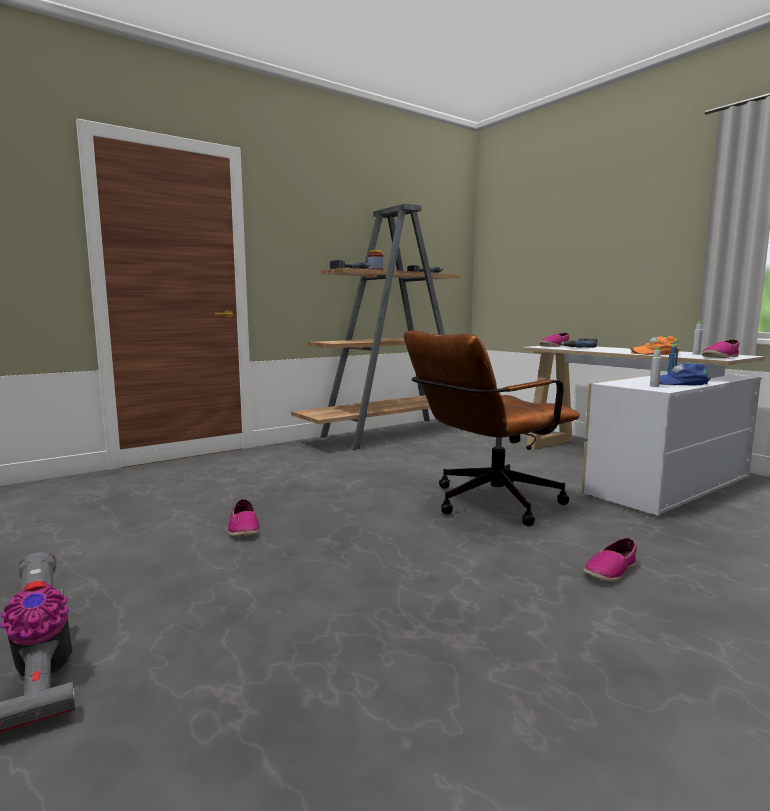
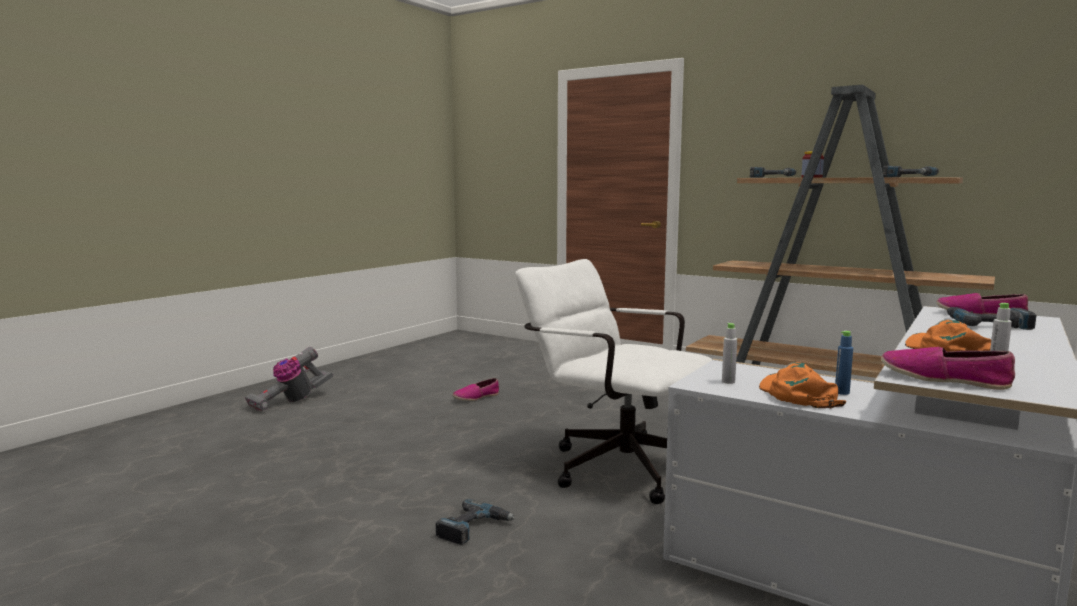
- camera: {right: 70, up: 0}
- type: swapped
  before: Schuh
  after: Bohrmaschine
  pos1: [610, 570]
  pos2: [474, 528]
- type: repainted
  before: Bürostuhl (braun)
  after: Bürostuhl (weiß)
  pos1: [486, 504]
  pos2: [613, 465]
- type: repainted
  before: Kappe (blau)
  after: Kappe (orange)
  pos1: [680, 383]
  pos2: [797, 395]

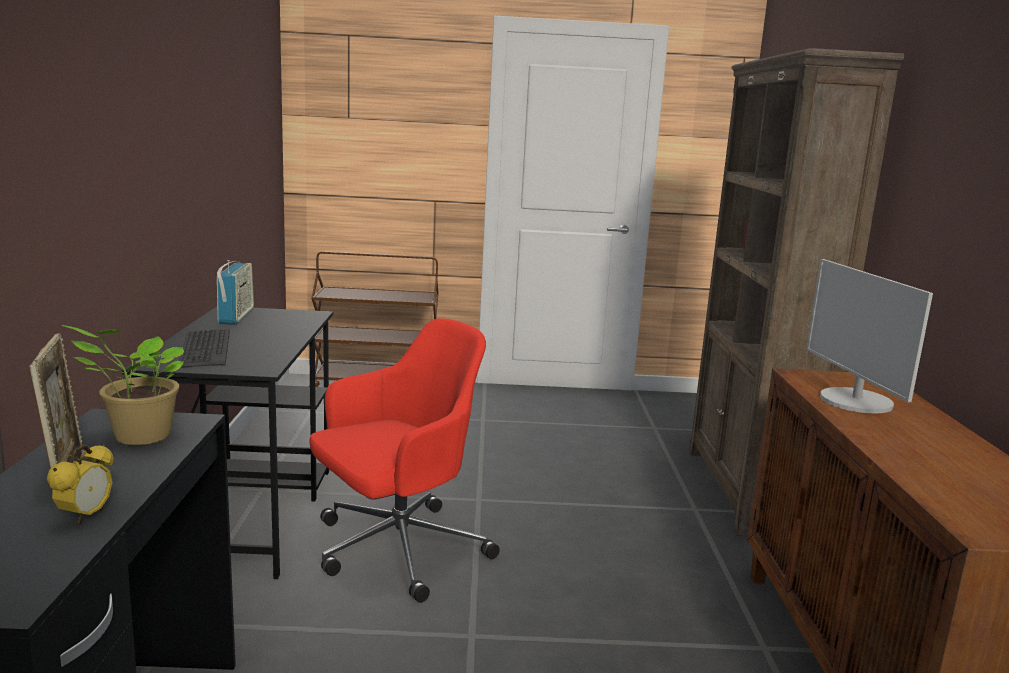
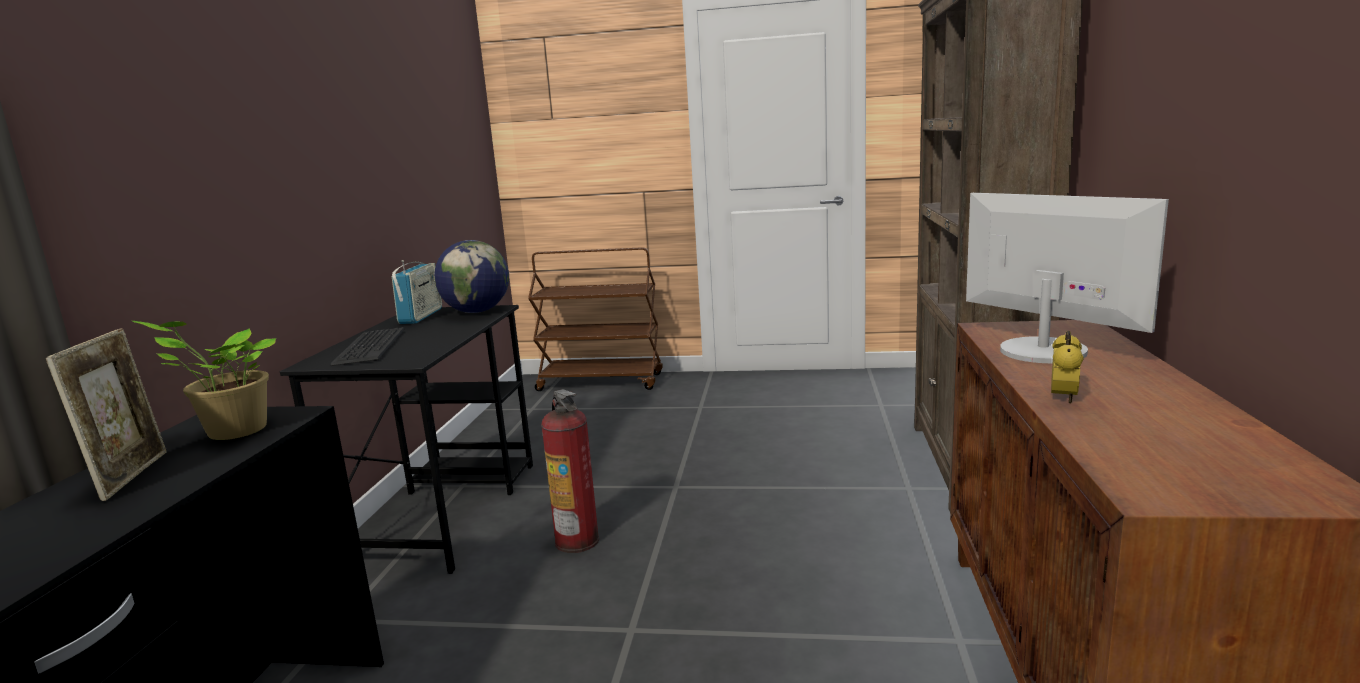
- camera: {right: 10, up: 0}
- type: new
  after: Globus
  pos2: [477, 312]
- type: swapped
  before: Bürostuhl (rot)
  after: Feuerlöscher
  pos1: [396, 550]
  pos2: [578, 541]
- type: rotated
  before: Monitor
  pos1: [855, 401]
  pos2: [1043, 351]
  turn: 150
- type: shifted
  before: Wecker
  pos1: [85, 516]
  pos2: [1063, 398]

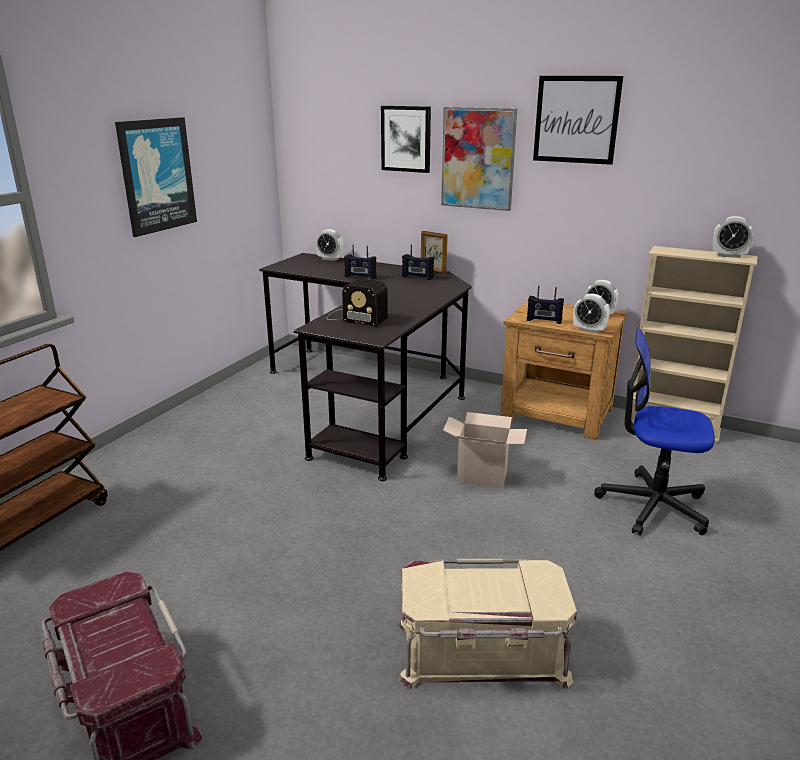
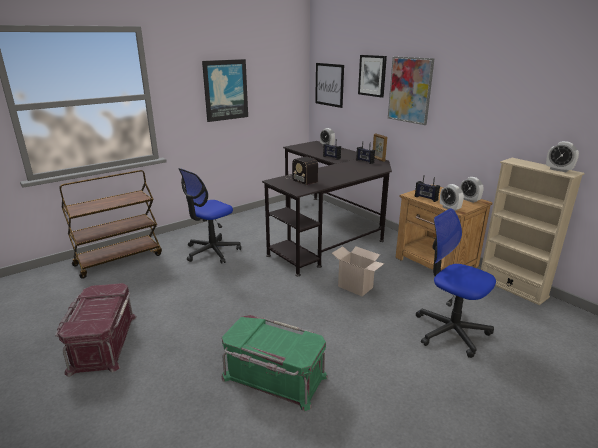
- camera: {right: 25, up: 0}
- type: new
  after: Bürostuhl
  pos2: [212, 251]
- type: repainted
  before: Aufbewahrungsbox (beige)
  after: Aufbewahrungsbox (grün)
  pos1: [481, 653]
  pos2: [273, 377]
- type: shifted
  before: Bild
  pos1: [576, 120]
  pos2: [329, 84]

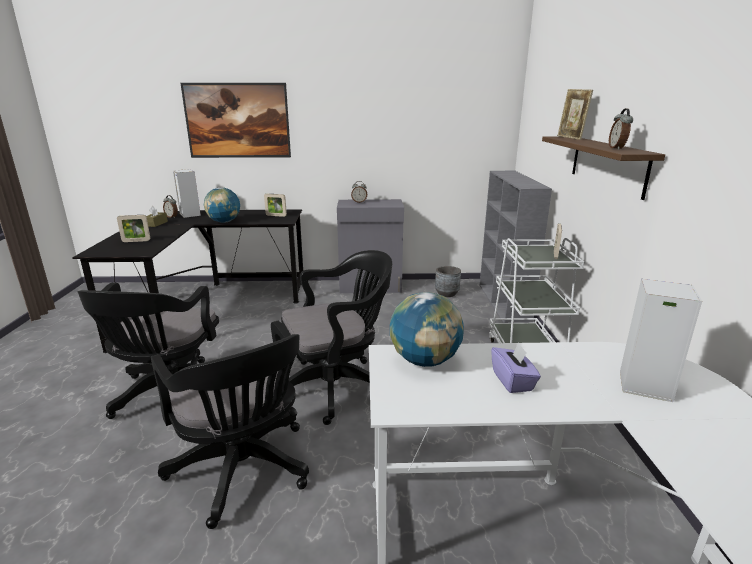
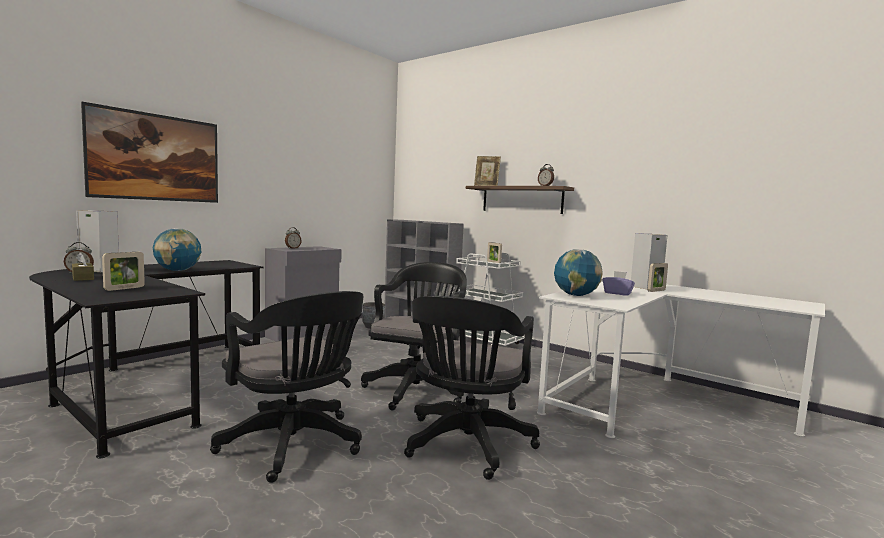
- camera: {right: -50, up: -15}
- type: rotated
  before: Bürostuhl (schwarz)
  pos1: [244, 471]
  pos2: [465, 446]
  turn: 105
- type: shifted
  before: Bilderrahmen
  pos1: [276, 215]
  pos2: [656, 291]

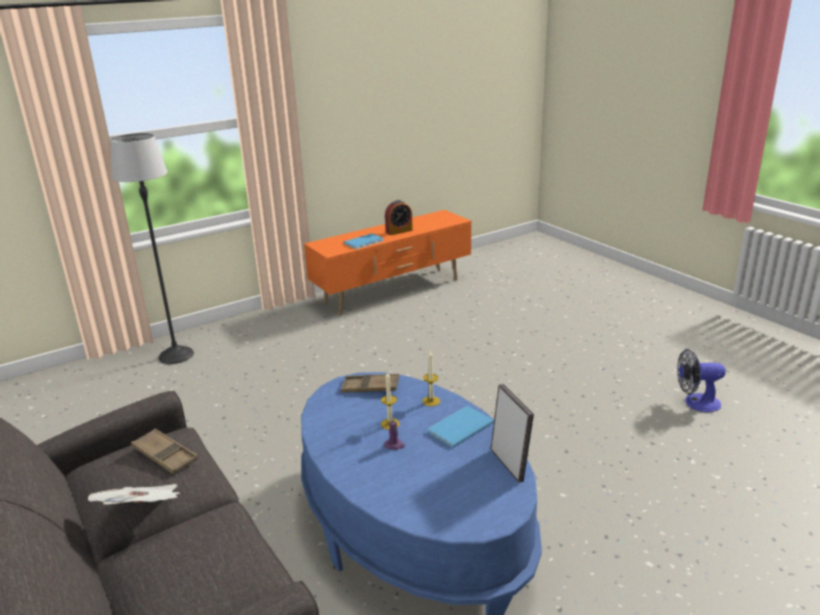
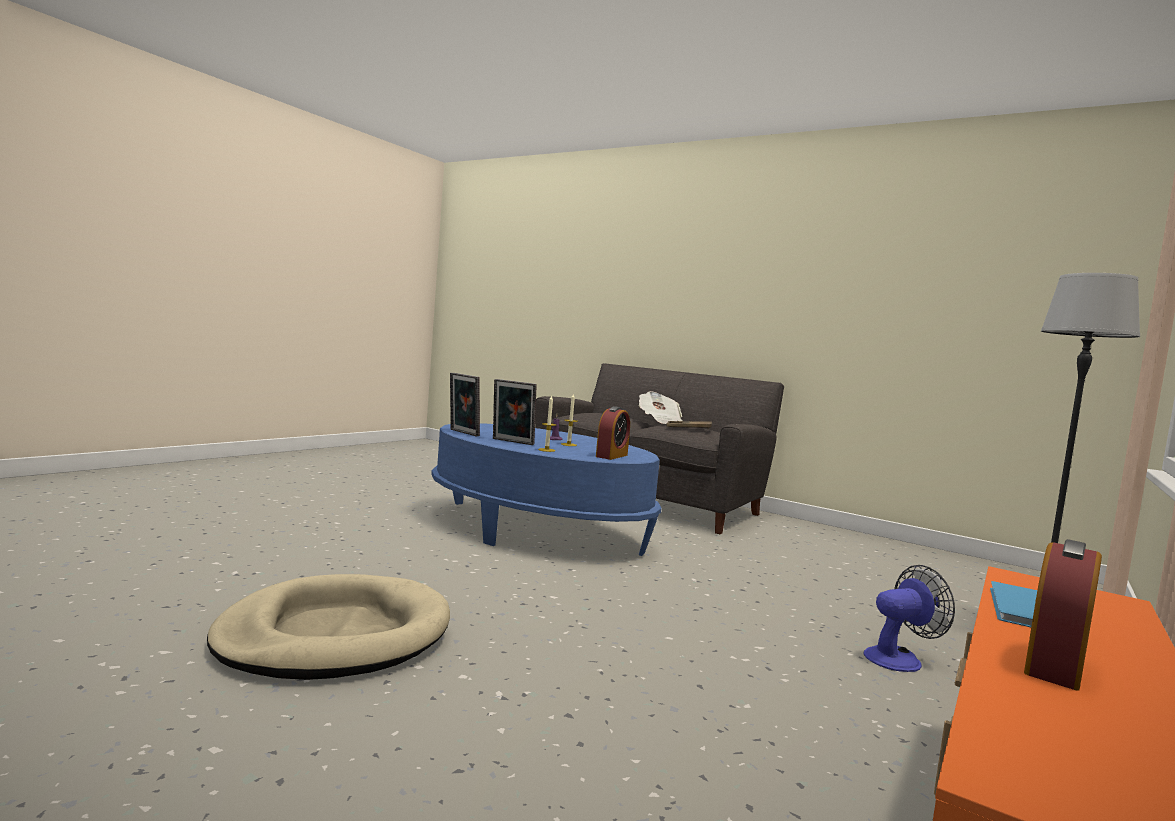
- camera: {right: 155, up: -20}
- type: new
  after: Hundebett (beige)
  pos2: [335, 635]
- type: swapped
  before: Buch (blau)
  after: Bilderrahmen
  pos1: [458, 427]
  pos2: [511, 442]
- type: swapped
  before: Tablett (braun)
  after: Wecker
  pos1: [370, 387]
  pos2: [611, 456]
- type: shifted
  before: Ventilator
  pos1: [696, 403]
  pos2: [900, 658]

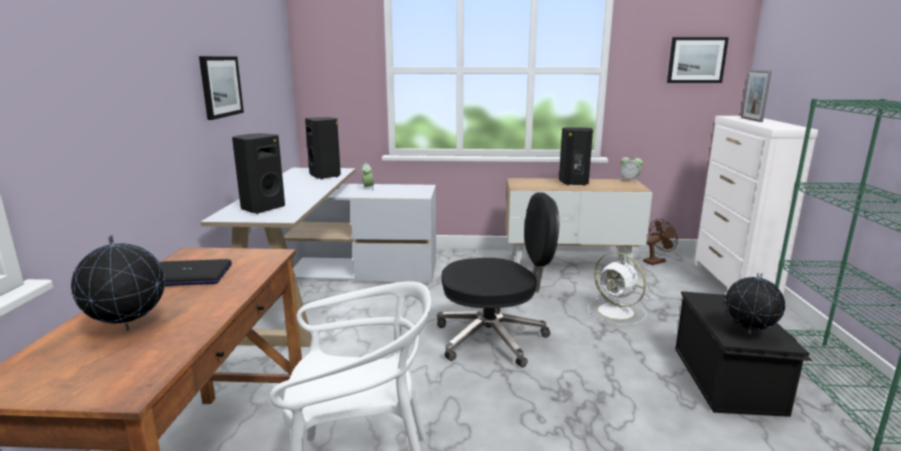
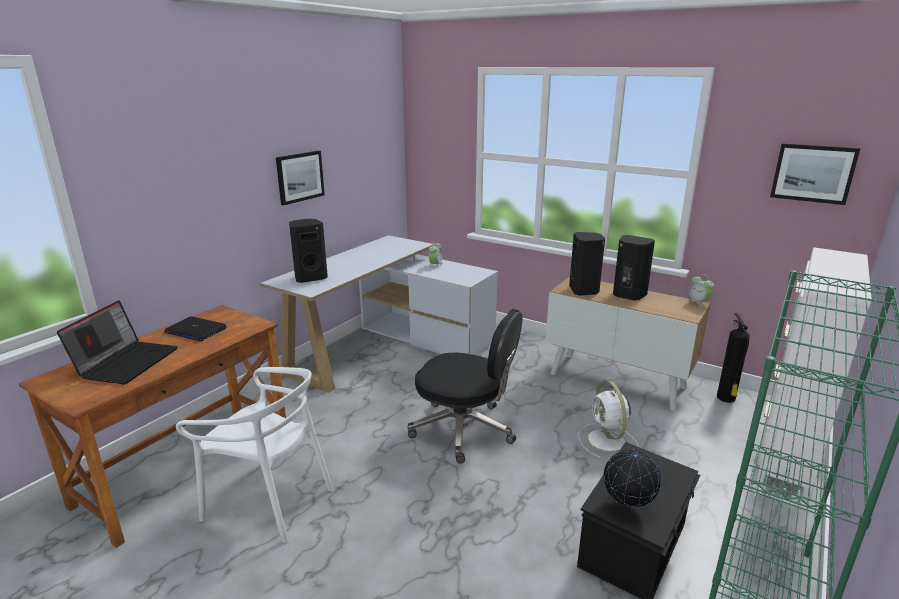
- camera: {right: 30, up: 5}
- type: swapped
  before: Globus
  after: Laptop
  pos1: [129, 329]
  pos2: [127, 362]
- type: shifted
  before: Lautsprecher (schwarz)
  pos1: [326, 176]
  pos2: [584, 291]
- type: swapped
  before: Ventilator (braun)
  after: Feuerlöscher
  pos1: [656, 261]
  pos2: [726, 398]
- type: gone
  before: Bilderrahmen
  pos1: [751, 120]

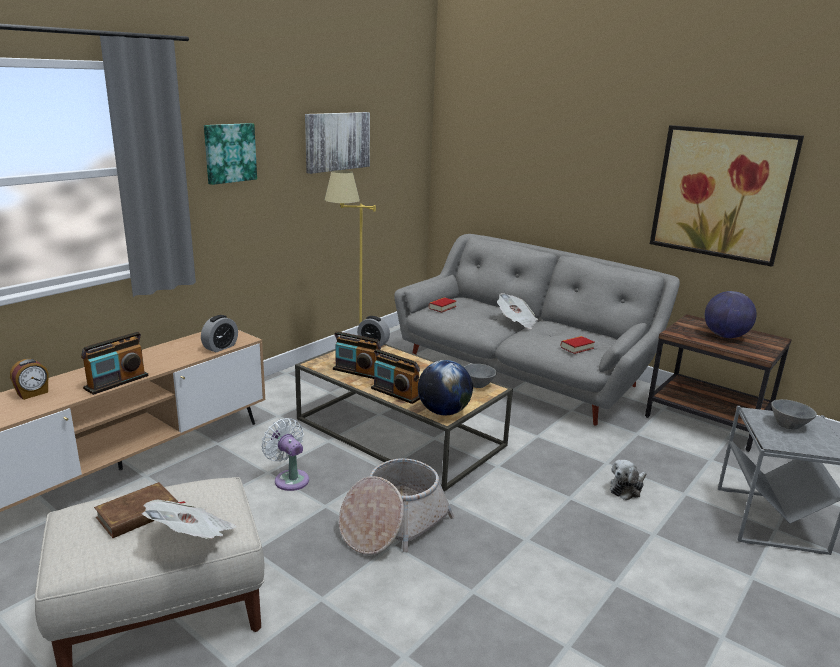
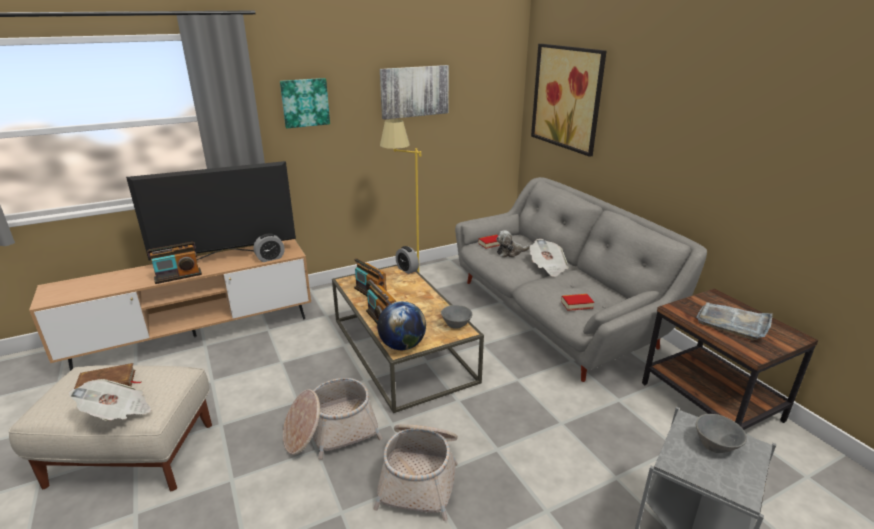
- camera: {right: 25, up: 5}
- type: new
  after: Fernseher
  pos2: [227, 258]
- type: new
  after: Korb
  pos2: [420, 475]
- type: shifted
  before: Plüschtier
  pos1: [627, 488]
  pos2: [510, 252]
- type: shifted
  before: Bild
  pos1: [721, 194]
  pos2: [567, 98]
- type: swapped
  before: Globus
  after: Tablett (grau)
  pos1: [725, 336]
  pos2: [733, 322]
- type: gone
  before: Wecker
  pos1: [33, 393]
- type: gone
  before: Ventilator (weiß)
  pos1: [290, 478]

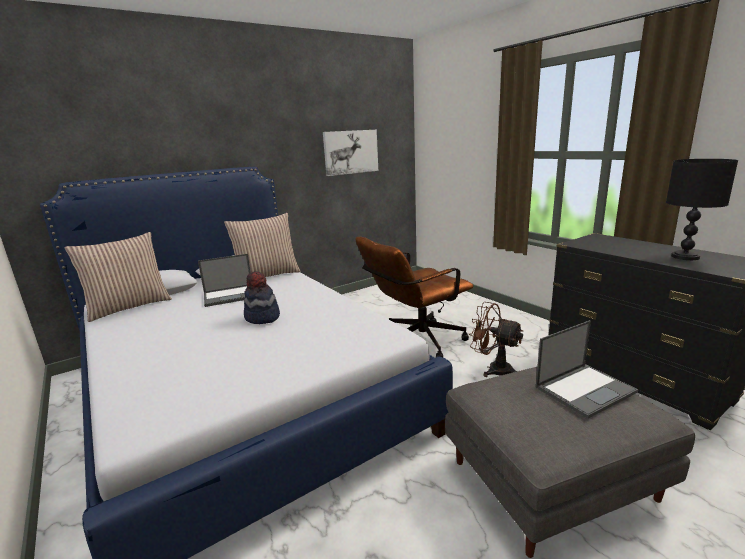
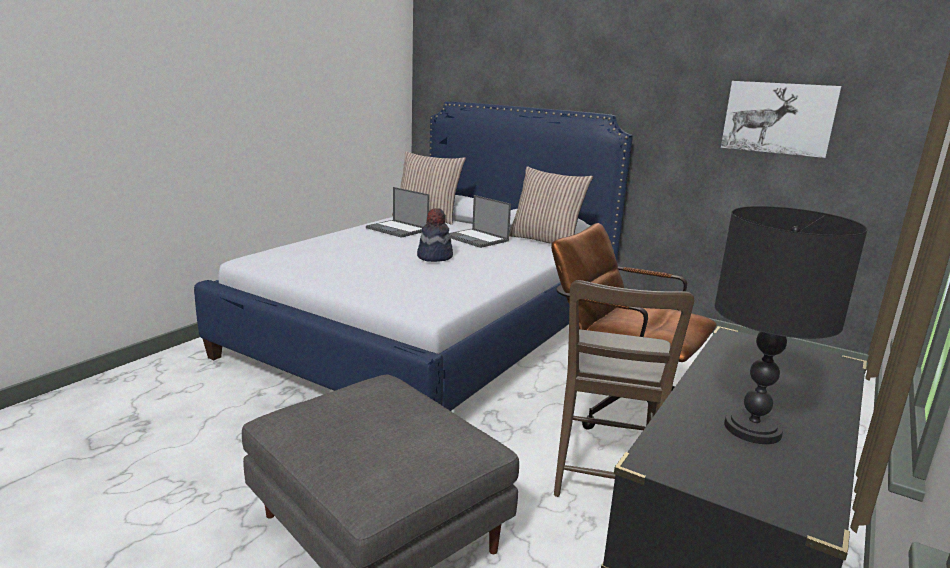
- camera: {right: 65, up: 0}
- type: shifted
  before: Laptop
  pos1: [585, 389]
  pos2: [398, 229]
- type: swapped
  before: Ventilator (braun)
  after: Stuhl (braun)
  pos1: [493, 369]
  pos2: [603, 477]

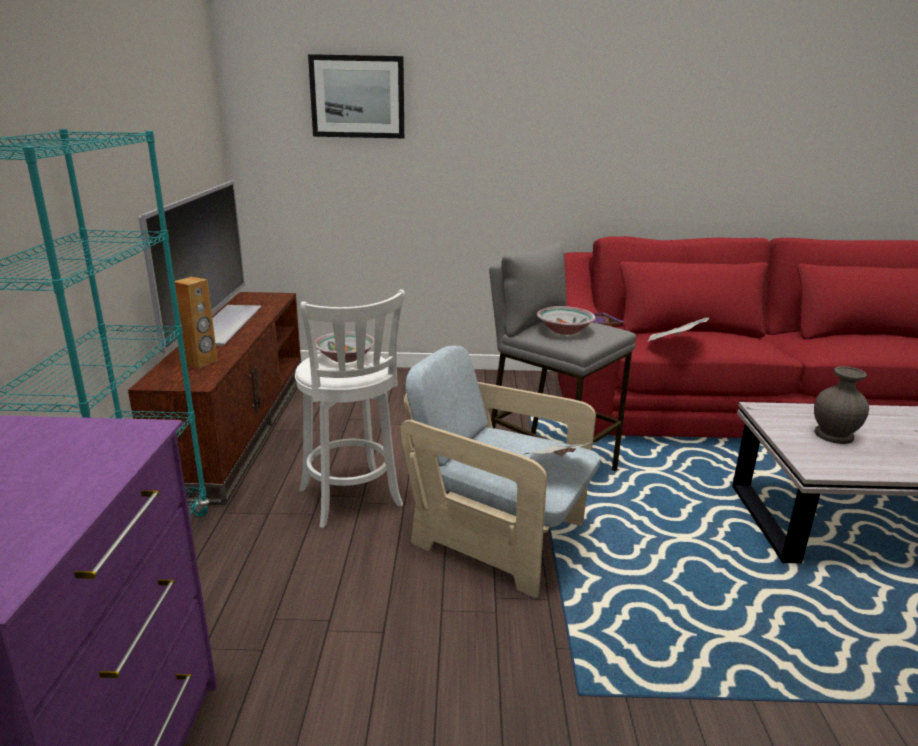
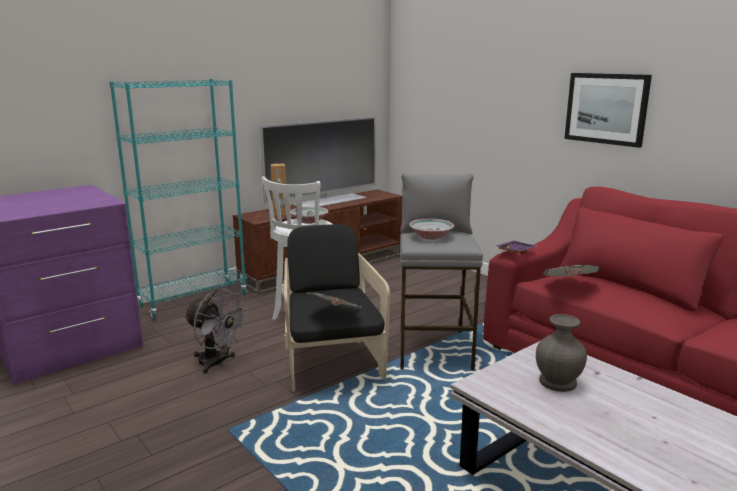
- camera: {right: 50, up: -5}
- type: new
  after: Ventilator (grau)
  pos2: [217, 363]
- type: repainted
  before: Sessel (beige)
  after: Sessel (schwarz)
  pos1: [499, 538]
  pos2: [332, 362]
- type: shifted
  before: Bild
  pos1: [357, 97]
  pos2: [606, 108]

